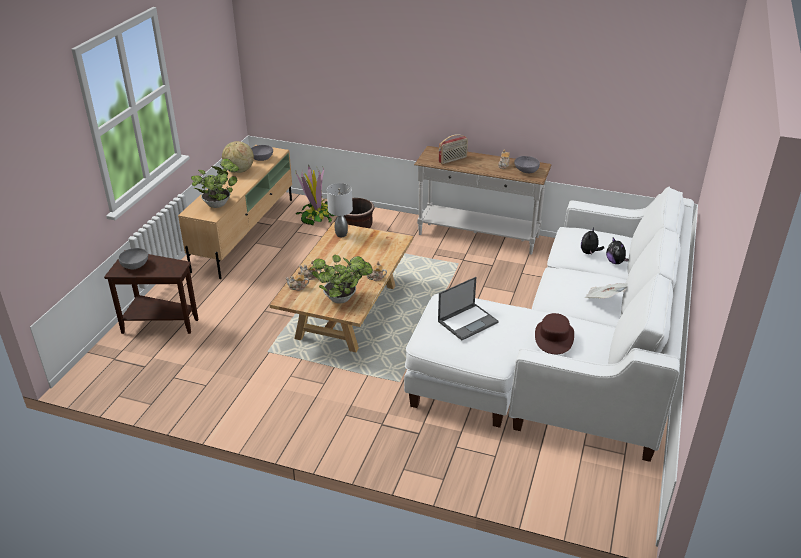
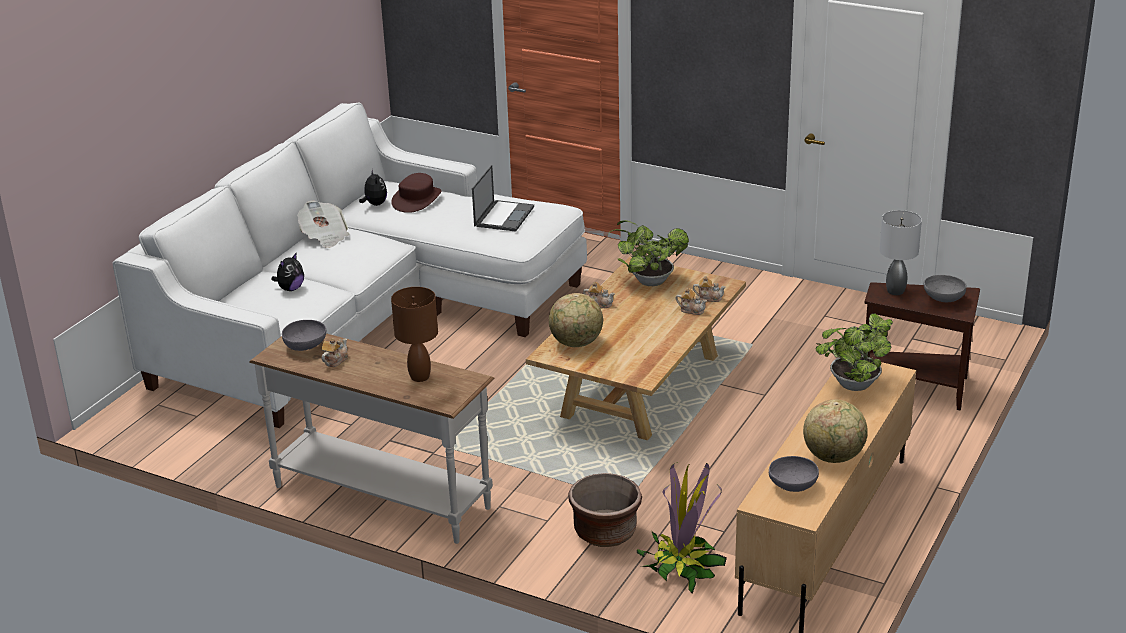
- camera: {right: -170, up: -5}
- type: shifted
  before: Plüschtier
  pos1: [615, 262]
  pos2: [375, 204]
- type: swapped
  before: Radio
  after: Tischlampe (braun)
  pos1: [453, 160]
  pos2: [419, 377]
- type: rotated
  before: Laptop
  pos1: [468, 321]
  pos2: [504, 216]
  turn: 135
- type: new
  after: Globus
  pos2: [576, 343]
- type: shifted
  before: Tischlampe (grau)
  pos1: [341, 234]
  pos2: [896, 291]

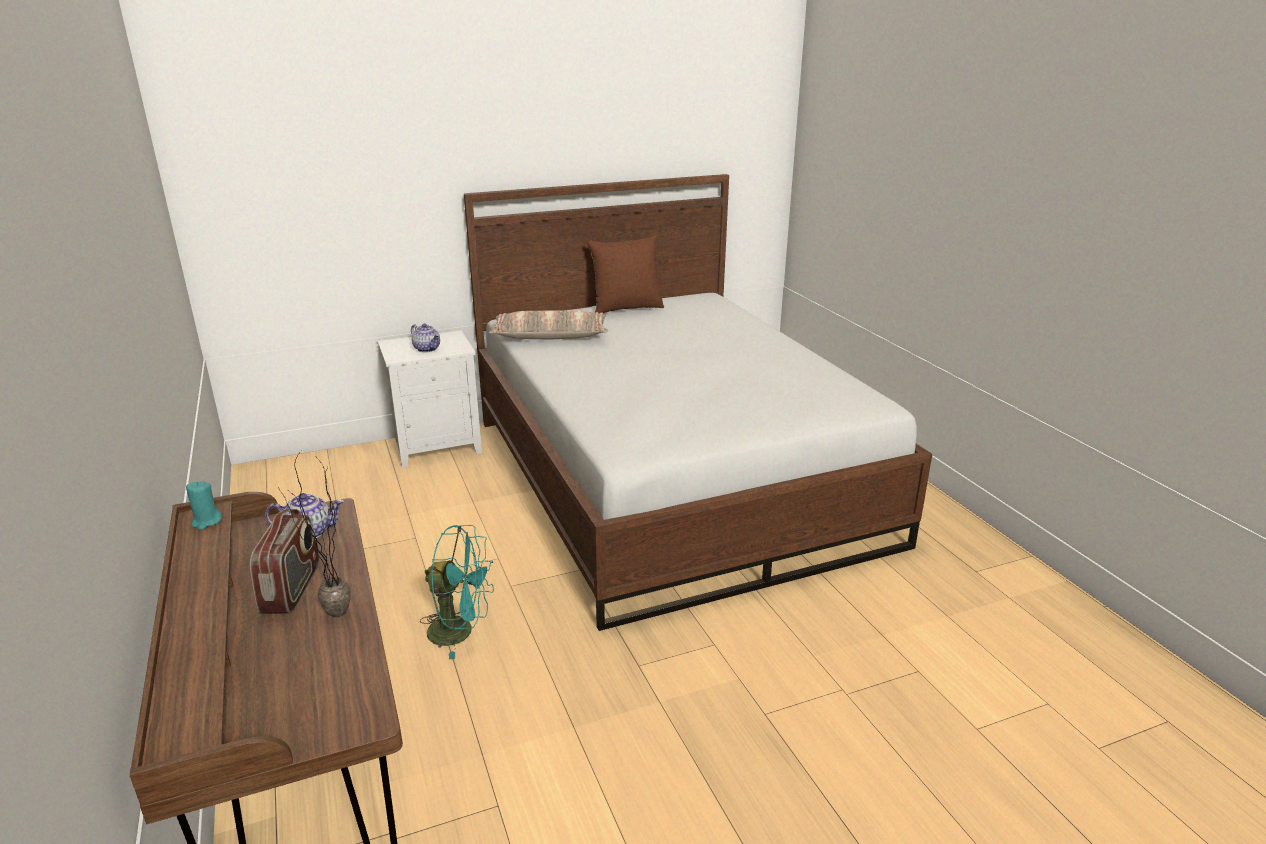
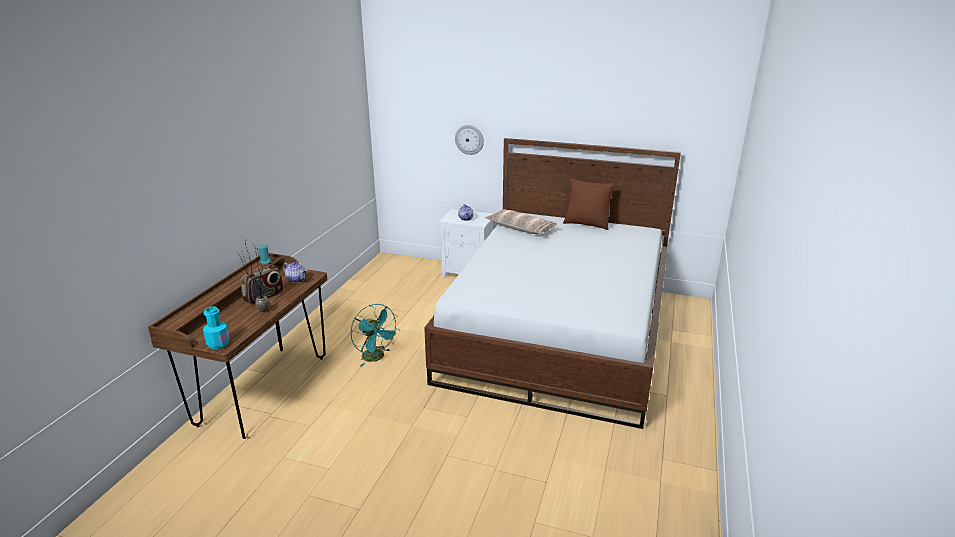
- camera: {right: 40, up: 0}
- type: new
  after: Flasche (türkis)
  pos2: [218, 344]
- type: new
  after: Wanduhr
  pos2: [469, 139]

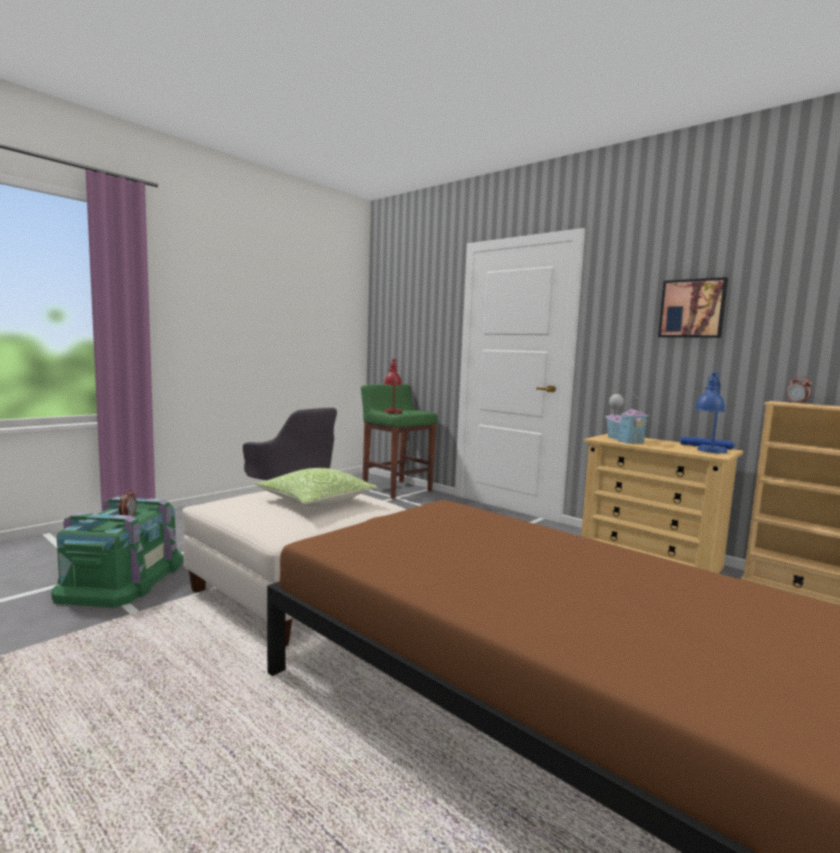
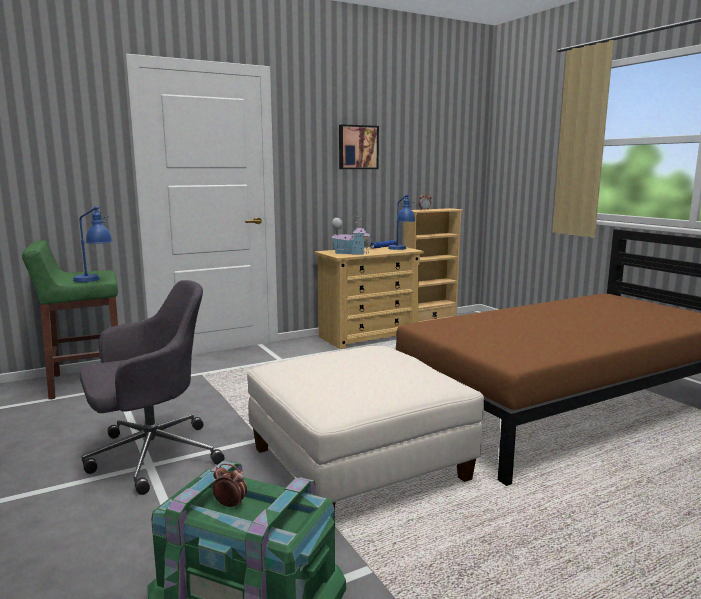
- camera: {right: -70, up: 5}
- type: repainted
  before: Tischlampe (rot)
  after: Tischlampe (blau)
  pos1: [393, 413]
  pos2: [95, 280]
- type: gone
  before: Kissen
  pos1: [316, 501]

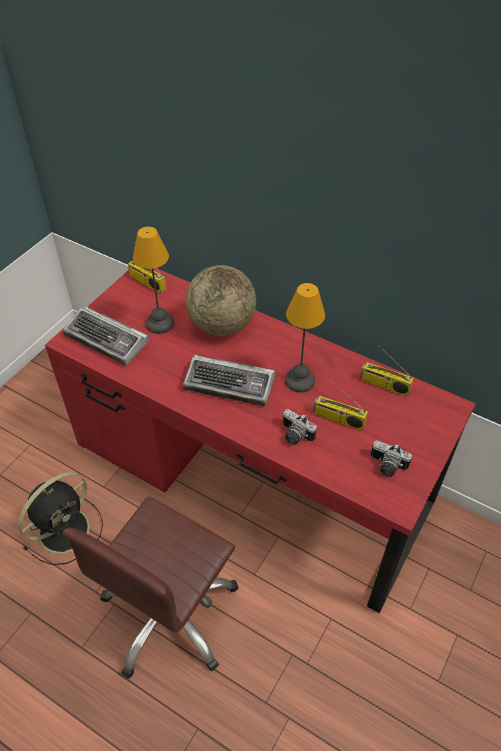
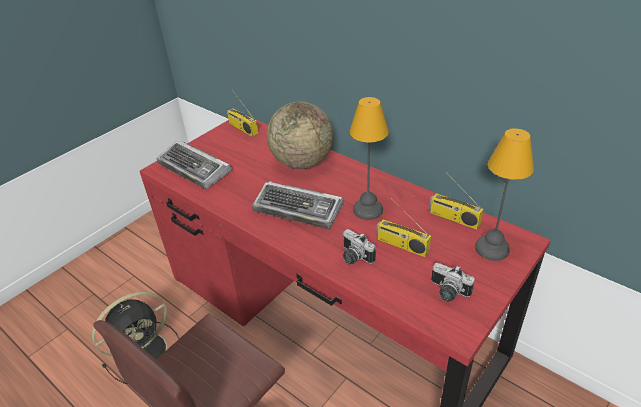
- camera: {right: 10, up: -10}
- type: shifted
  before: Tischlampe
  pos1: [160, 324]
  pos2: [492, 249]

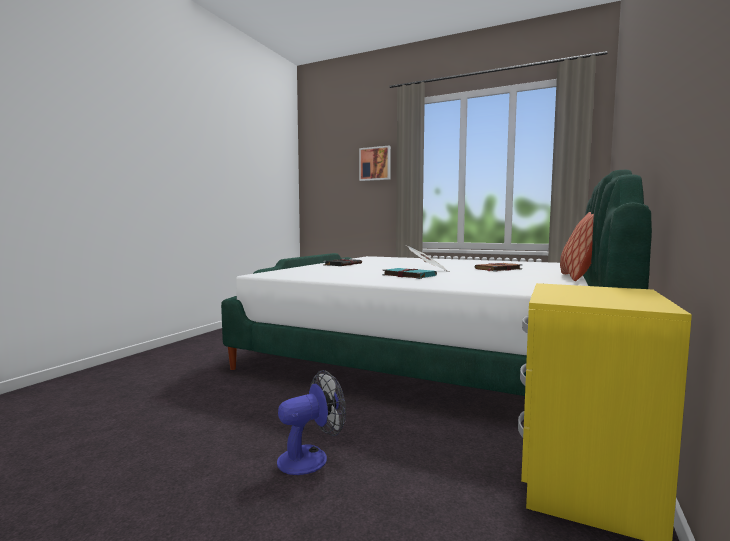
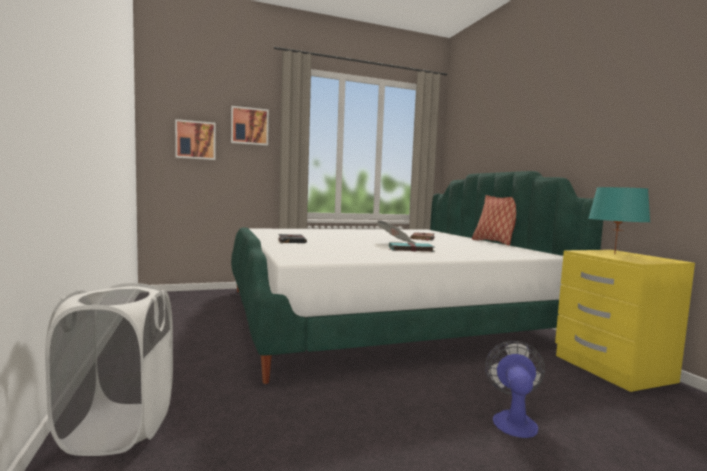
- camera: {right: -45, up: 0}
- type: new
  after: Wäschekorb (weiß)
  pos2: [118, 428]
- type: new
  after: Bild
  pos2: [195, 140]
- type: new
  after: Tischlampe (türkis)
  pos2: [614, 254]

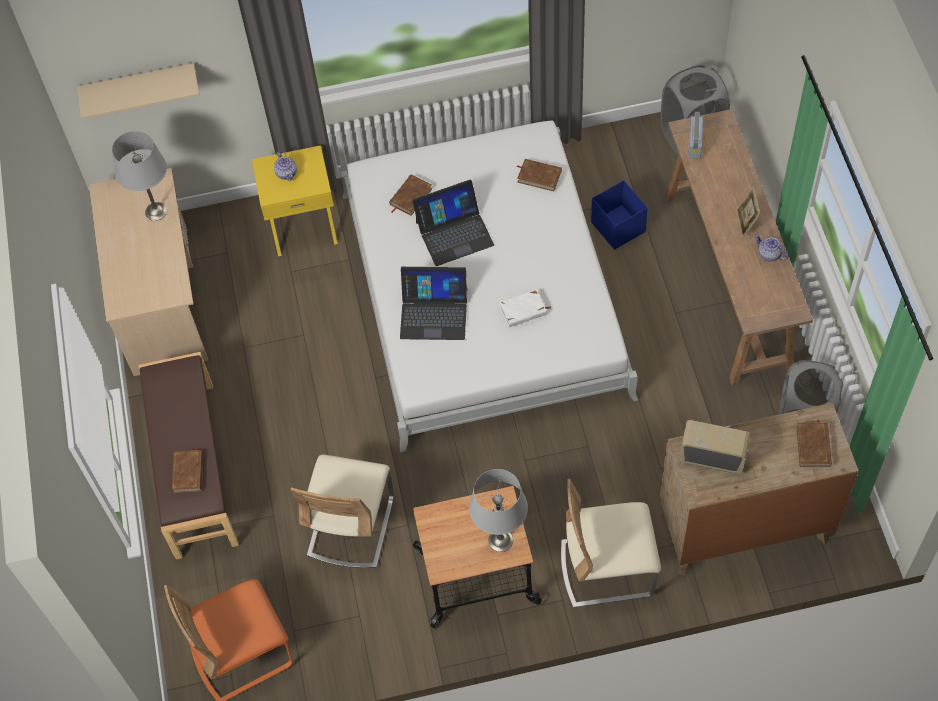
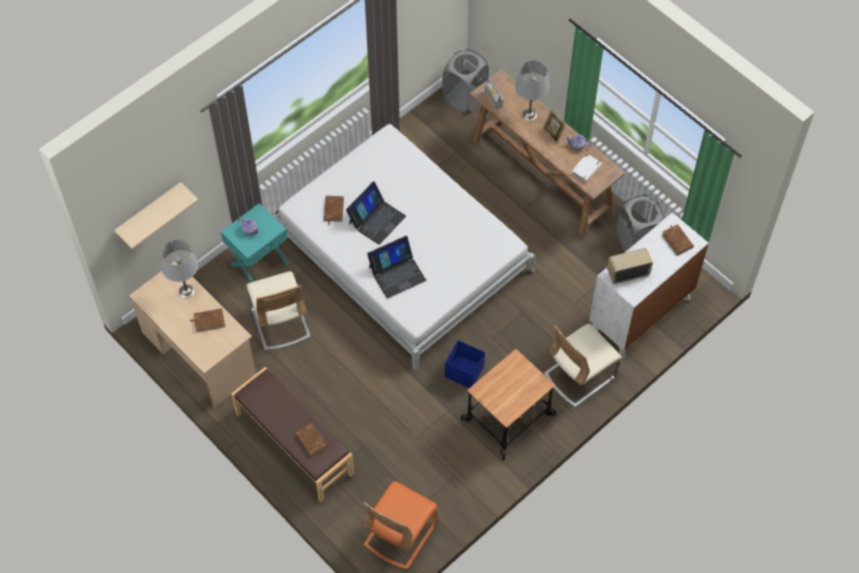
- camera: {right: -35, up: 0}
- type: shifted
  before: Buch (braun)
  pos1: [539, 176]
  pos2: [209, 321]
- type: repainted
  before: Nachttisch (gelb)
  after: Nachttisch (türkis)
  pos1: [303, 226]
  pos2: [259, 263]
- type: shifted
  before: Stuhl (beige)
  pos1: [351, 526]
  pos2: [280, 322]
- type: shifted
  before: Aufbewahrungsbox (blau)
  pos1: [618, 228]
  pos2: [464, 372]
- type: shifted
  before: Tischlampe (grau)
  pos1: [500, 540]
  pos2: [529, 115]
- type: shifted
  before: Buch (weiß)
  pos1: [523, 310]
  pos2: [586, 169]
- type: repainted
  before: Kommode (braun)
  after: Kommode (weiß)
  pos1: [744, 527]
  pos2: [640, 314]

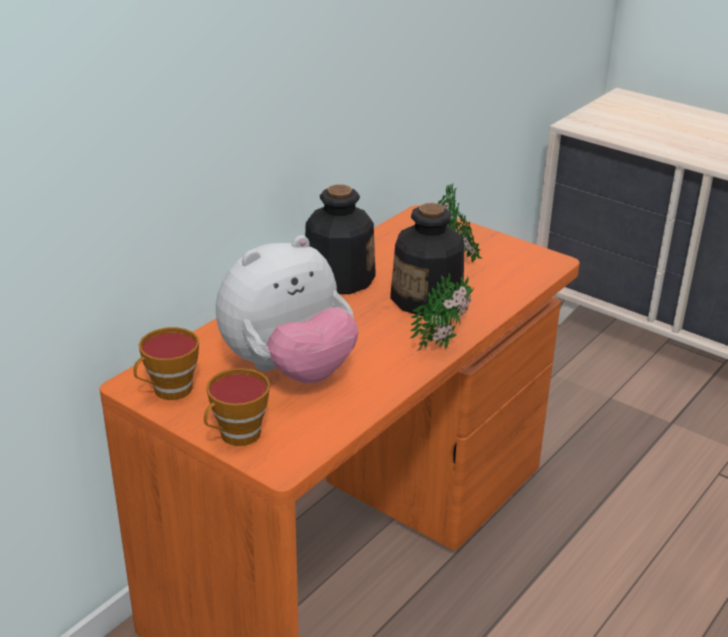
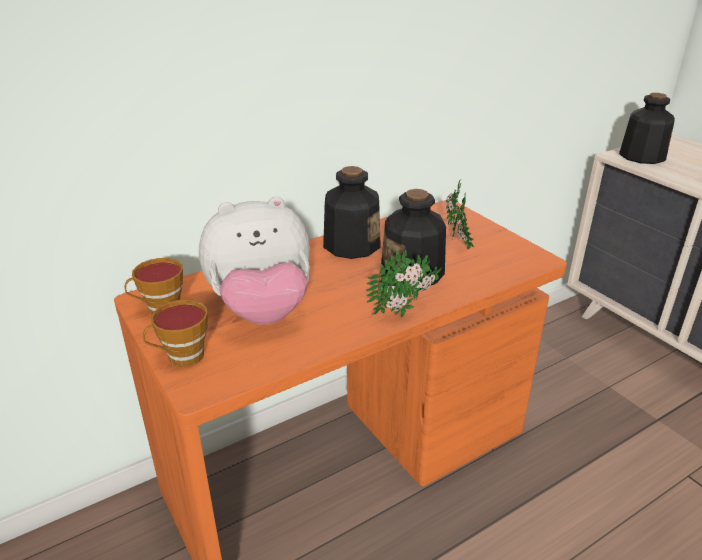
- camera: {right: 20, up: 0}
- type: new
  after: Flasche
  pos2: [641, 156]

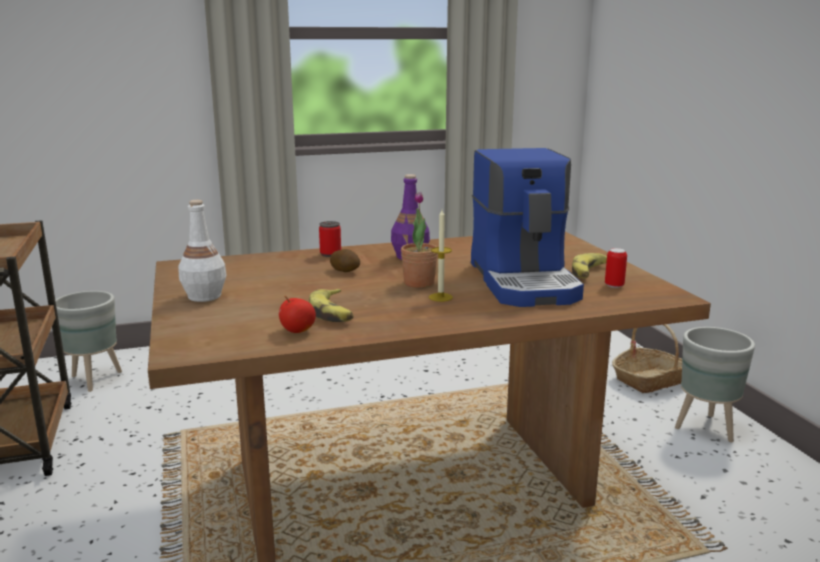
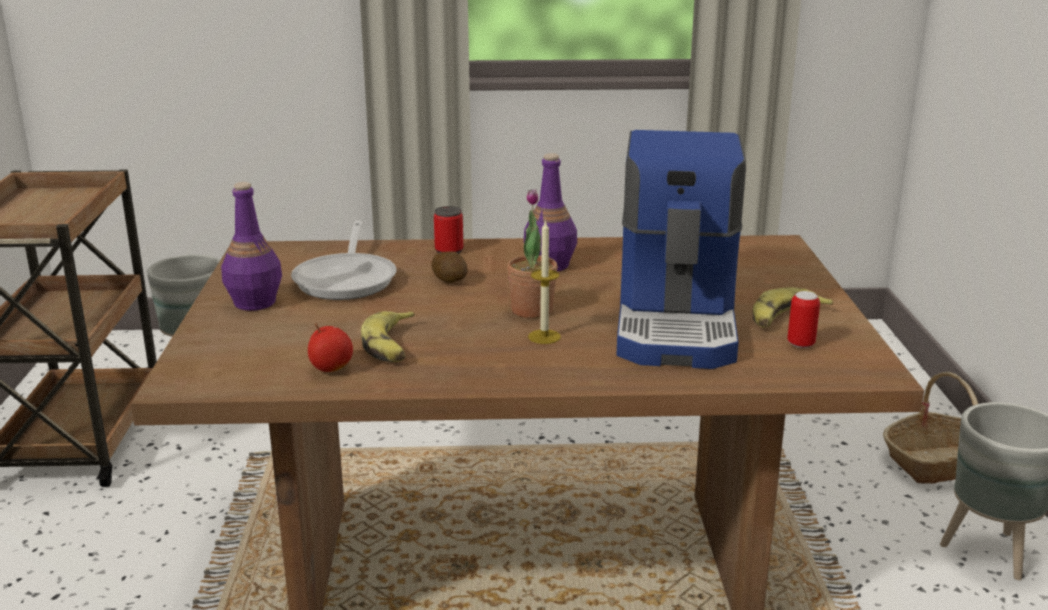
- camera: {right: 15, up: 5}
- type: repainted
  before: Flasche (weiß)
  after: Flasche (lila)
  pos1: [204, 296]
  pos2: [254, 303]
- type: new
  after: Pfanne
  pos2: [347, 279]

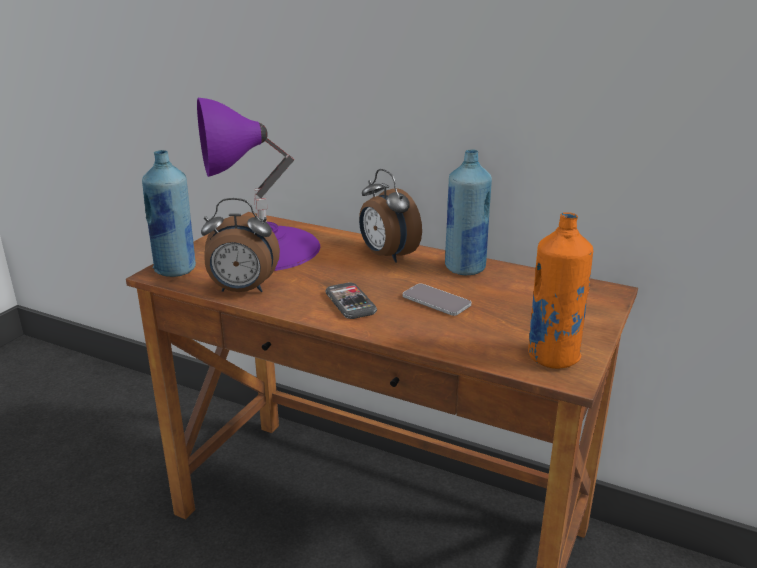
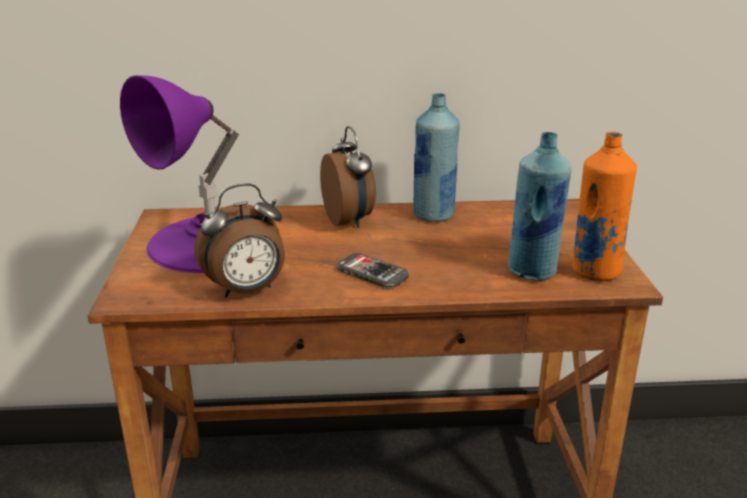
- camera: {right: -30, up: 0}
- type: rotated
  before: Wecker
  pos1: [386, 256]
  pos2: [349, 221]
  turn: -135
- type: shifted
  before: Flasche (blau)
  pos1: [175, 269]
  pos2: [532, 271]
- type: gone
  before: Handy
  pos1: [436, 301]

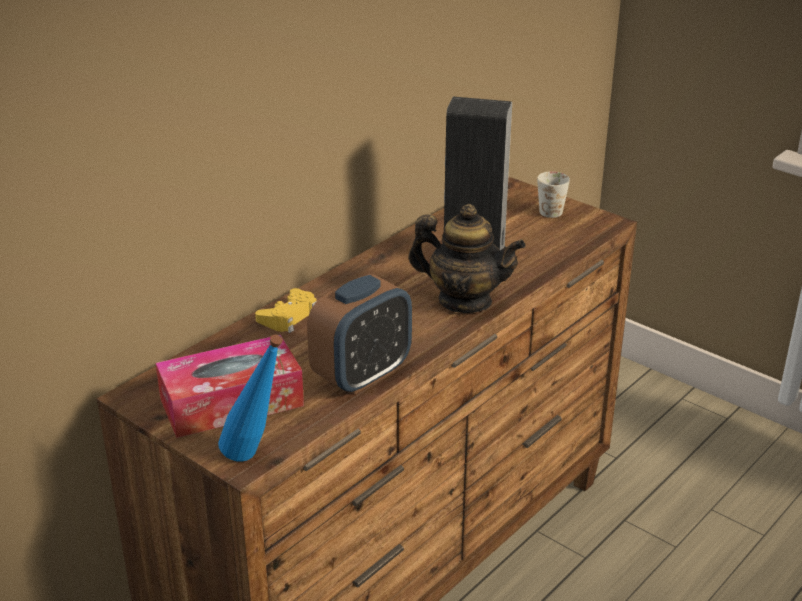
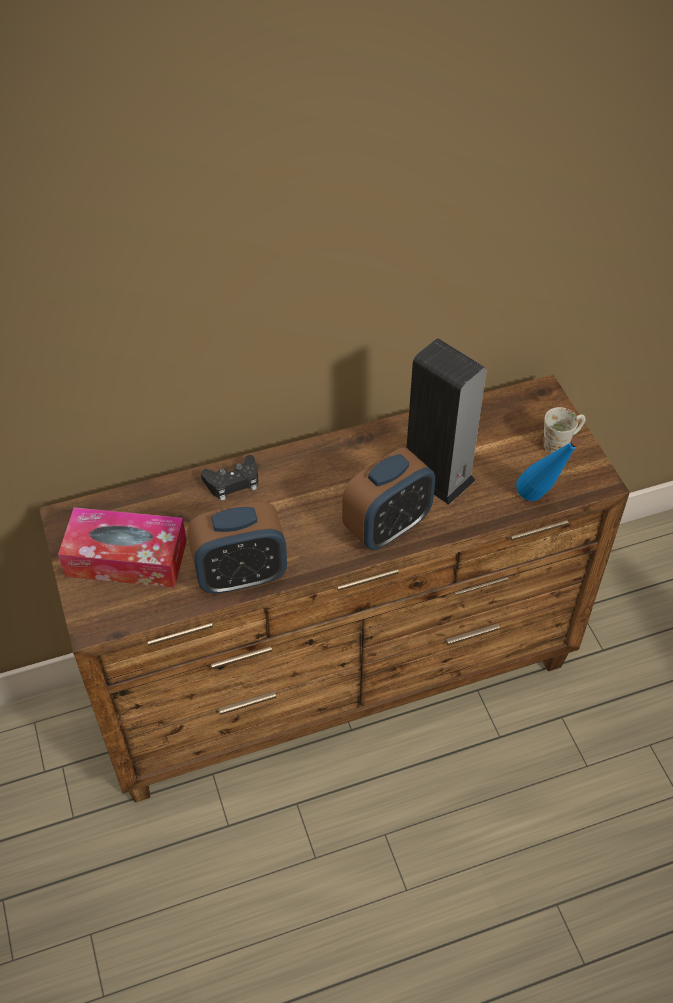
- camera: {right: 30, up: 20}
- type: repainted
  before: Gamepad (gelb)
  after: Gamepad (schwarz)
  pos1: [289, 317]
  pos2: [233, 482]
- type: swapped
  before: Teekanne
  after: Wecker
  pos1: [464, 301]
  pos2: [387, 526]
- type: shifted
  before: Flasche (blau)
  pos1: [256, 459]
  pos2: [539, 503]

